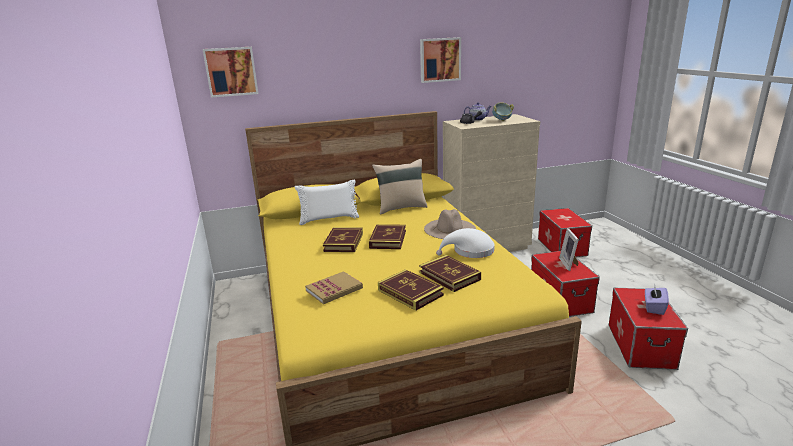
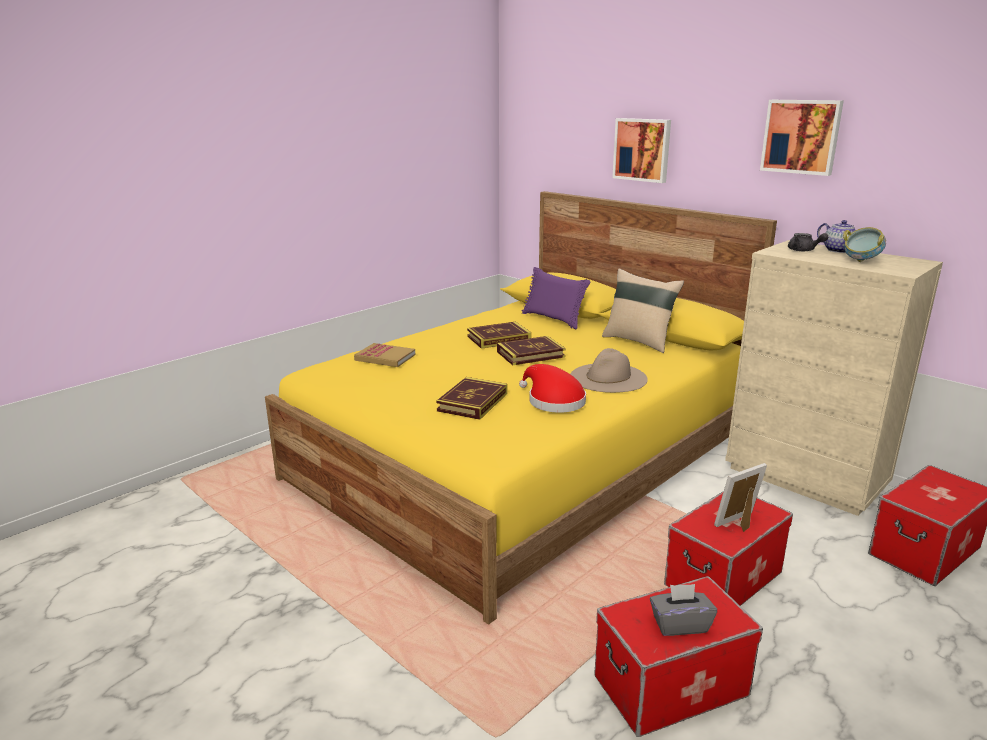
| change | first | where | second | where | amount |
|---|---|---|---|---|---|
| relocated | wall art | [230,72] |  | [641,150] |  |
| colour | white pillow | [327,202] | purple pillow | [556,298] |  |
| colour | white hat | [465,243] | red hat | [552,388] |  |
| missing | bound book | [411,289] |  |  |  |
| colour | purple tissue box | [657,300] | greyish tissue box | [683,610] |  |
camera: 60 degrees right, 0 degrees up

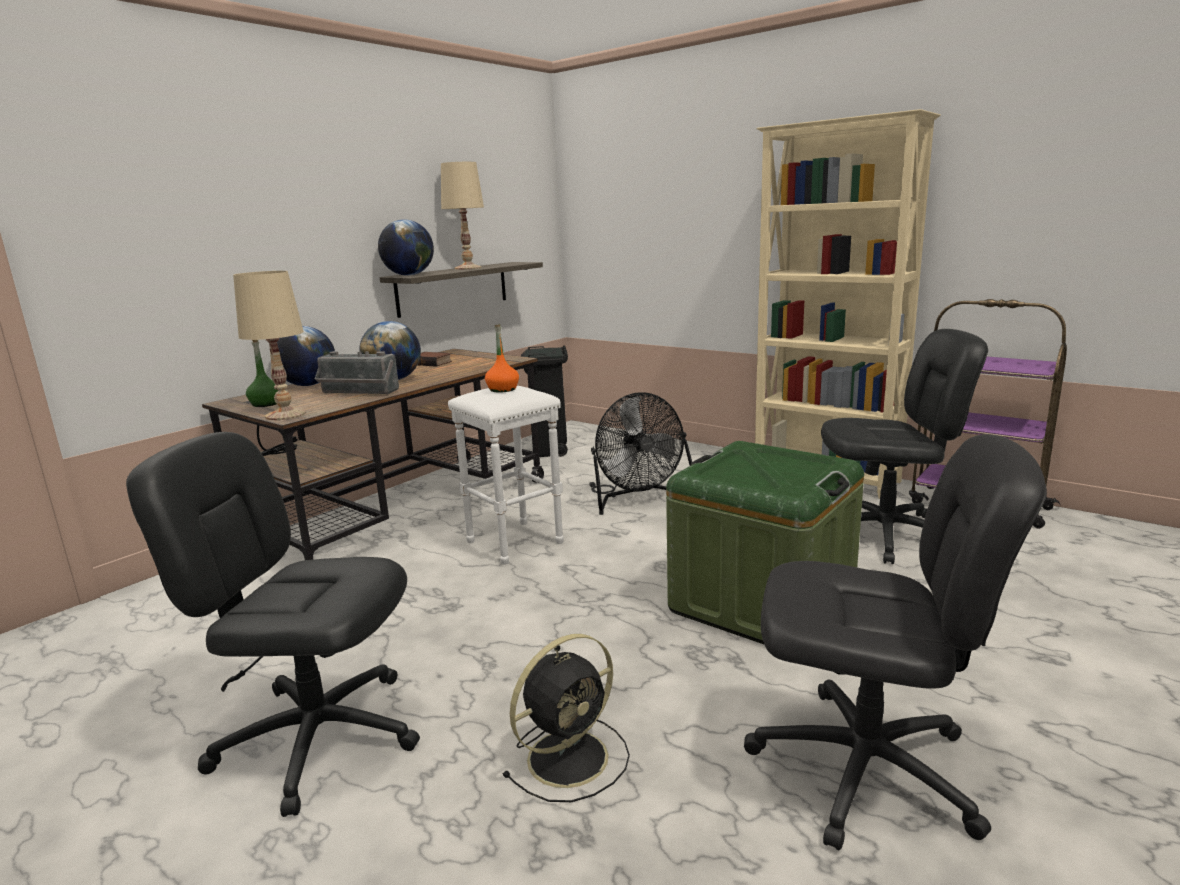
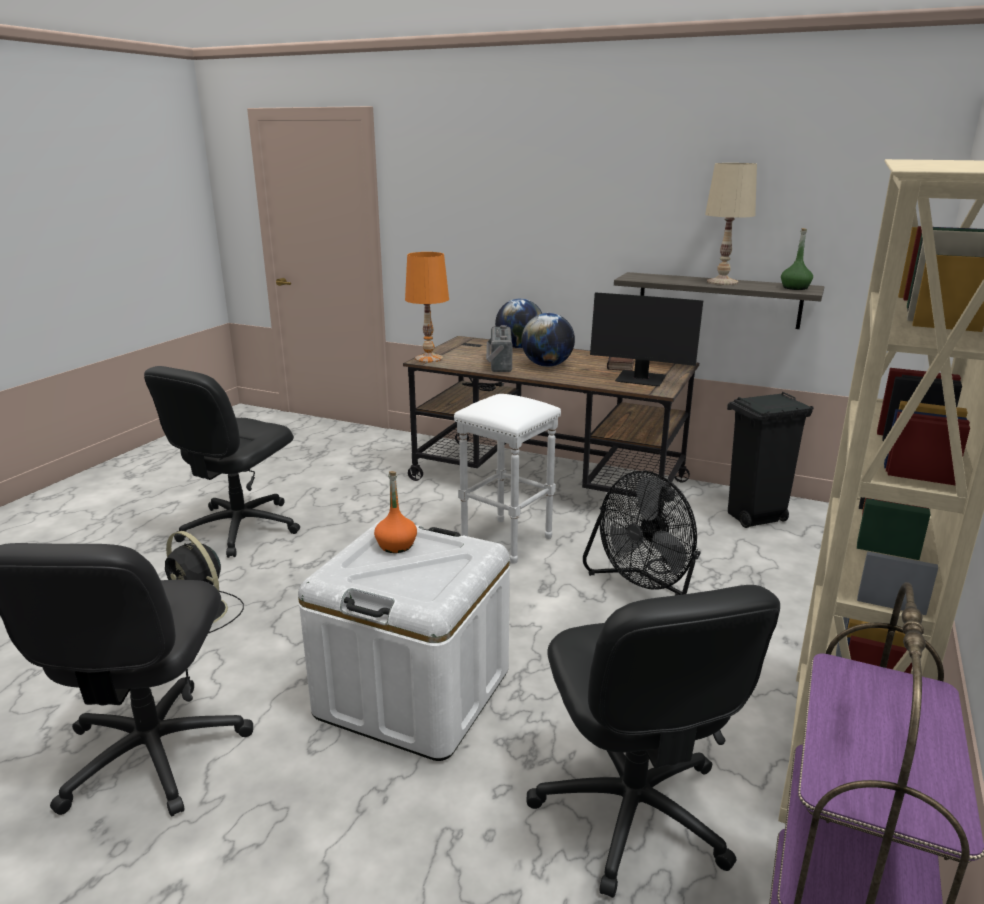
| change | first | where | second | where | amount |
|---|---|---|---|---|---|
| missing | desk globe | [406,248] |  |  |  |
| colour | beige table lamp | [269,345] | orange-coloured table lamp | [427,307] |  |
| relocated | orange-coloured drink bottle | [502,358] |  | [395,512] |  |
| relocated | greenish drink bottle | [262,373] |  | [797,259] |  |
| spun | black-coloured office chair | [273,624] |  | [222,462] | 150 degrees counterclockwise |
| colour | greenish storage bin | [765,542] | white storage bin | [404,640] |  |
| appeared |  |  | computer screen | [646,339] |  |
camera: 75 degrees right, 5 degrees up

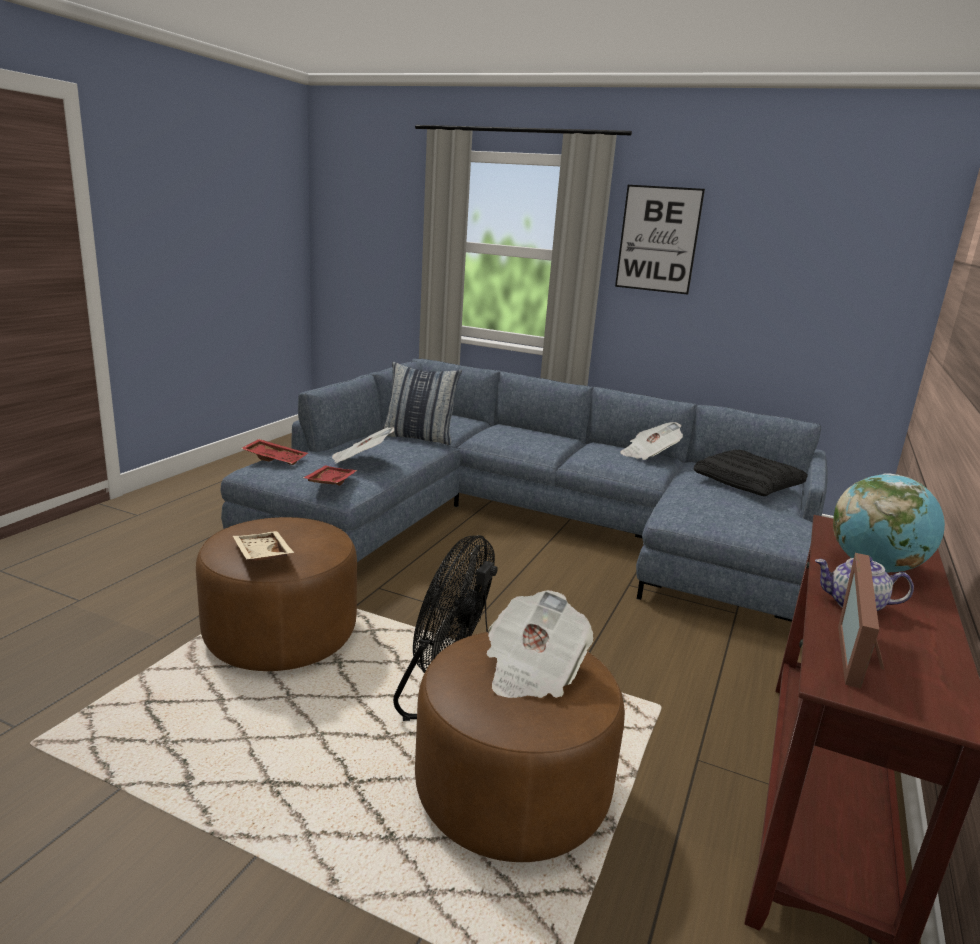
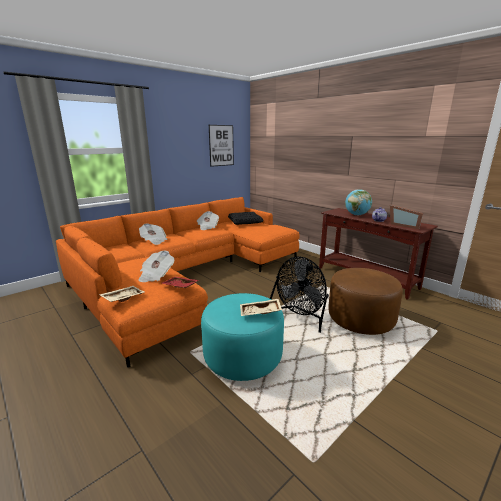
| change | first | where | second | where | amount |
|---|---|---|---|---|---|
| relocated | wall art | [660,240] |  | [221,146] |  |
| colour | blue-coloured couch | [524,490] | orange-coloured couch | [178,282] |  |
| missing | pillow | [422,403] |  |  |  |
| colour | red serving tray | [274,452] | beige serving tray | [121,294] |  |
| colour | brown-coloured footrest | [276,594] | turquoise-coloured footrest | [242,337] |  |
| relocated | printed paper | [539,644] |  | [153,234] |  |
camera: 65 degrees left, 0 degrees up

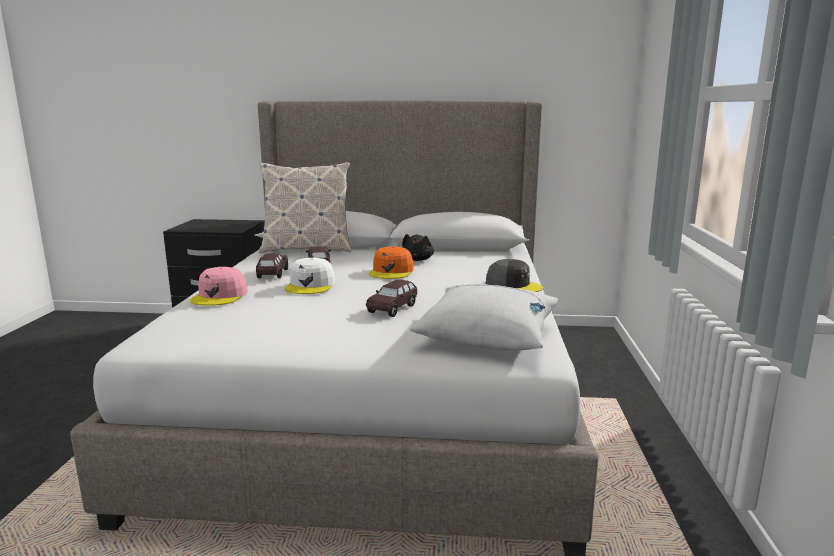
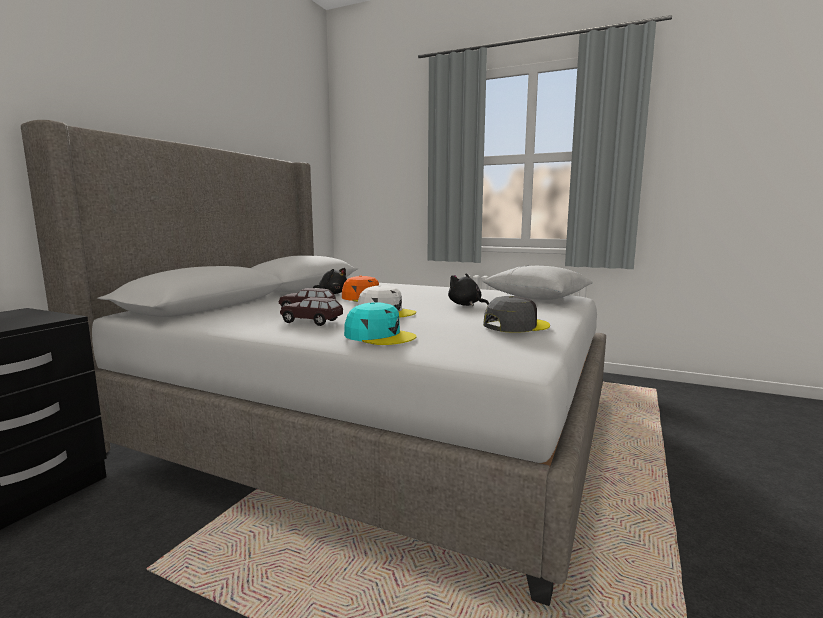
| change | first | where | second | where | amount |
|---|---|---|---|---|---|
| missing | pillow | [305,207] |  |  |  |
| relocated | greyish cap | [514,275] |  | [516,314] |  |
| colour | pinkish cap | [219,286] | turquoise-coloured cap | [380,323] |  |
| exchanged | brown-coloured miniature car | [391,298] | black-coloured cuddly toy | [468,289] |  |
camera: 70 degrees left, 5 degrees down

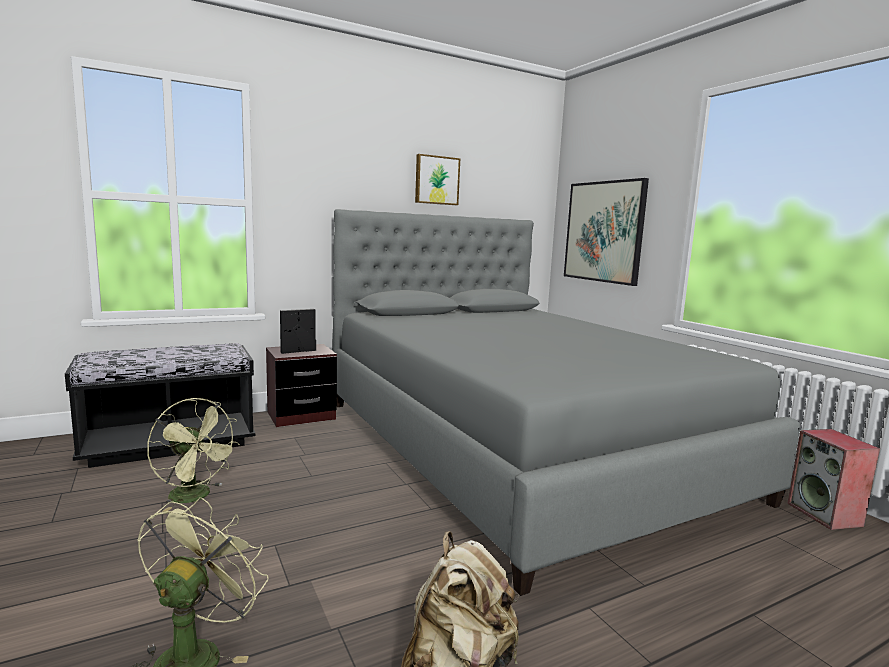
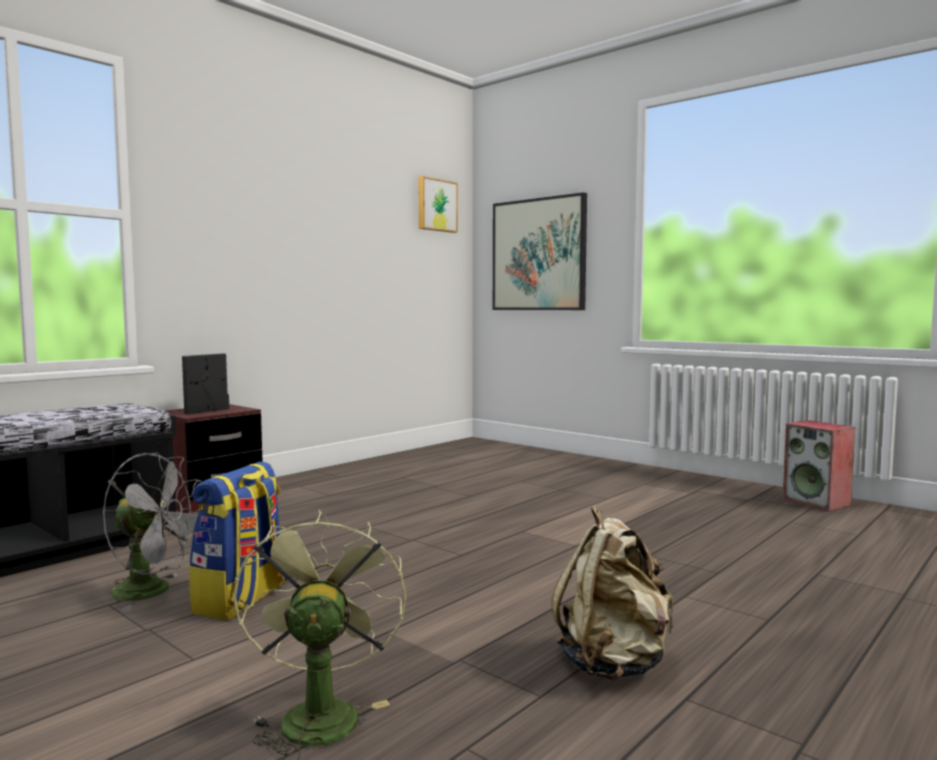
| change | first | where | second | where | amount |
|---|---|---|---|---|---|
| relocated | wall art | [437,179] |  | [438,204] |  |
| missing | greyish bedroom bed | [566,402] |  |  |  |
| colour | greenish electric fan | [193,455] | greyish electric fan | [152,531] |  |
| appeared |  |  | knapsack | [238,541] |  |
camera: 20 degrees left, 5 degrees down

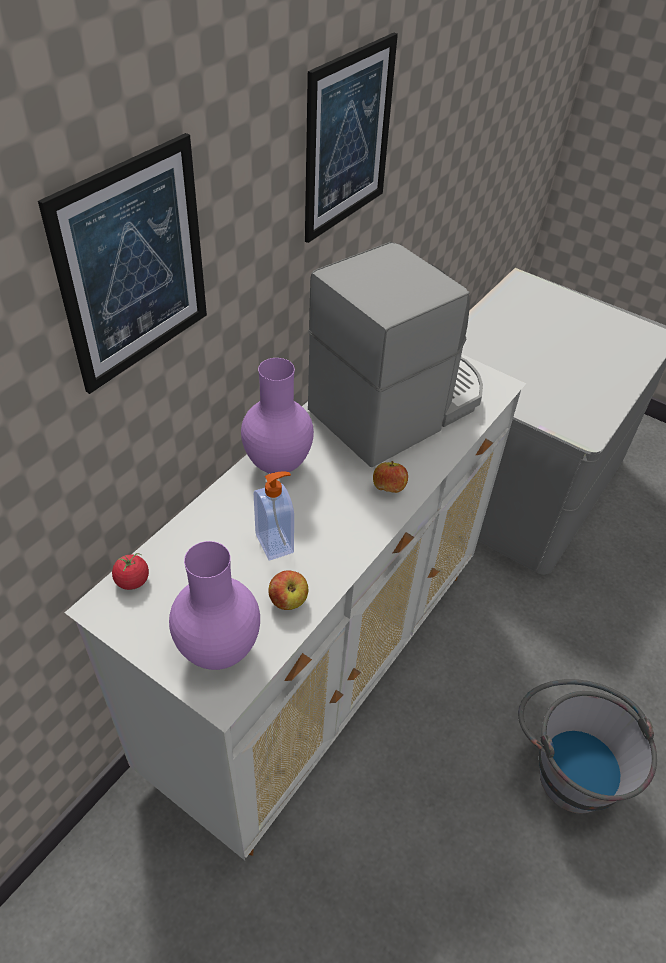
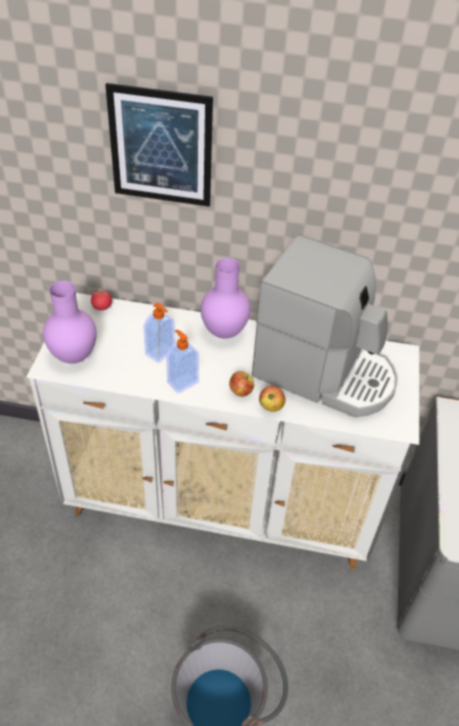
| change | first | where | second | where | amount |
|---|---|---|---|---|---|
| missing | wall art | [351,138] |  |  |  |
| relocated | whole apple | [288,590] |  | [272,399] |  |
| appeared |  |  | soap bottle | [182,362] |  |
camera: 65 degrees right, 0 degrees up

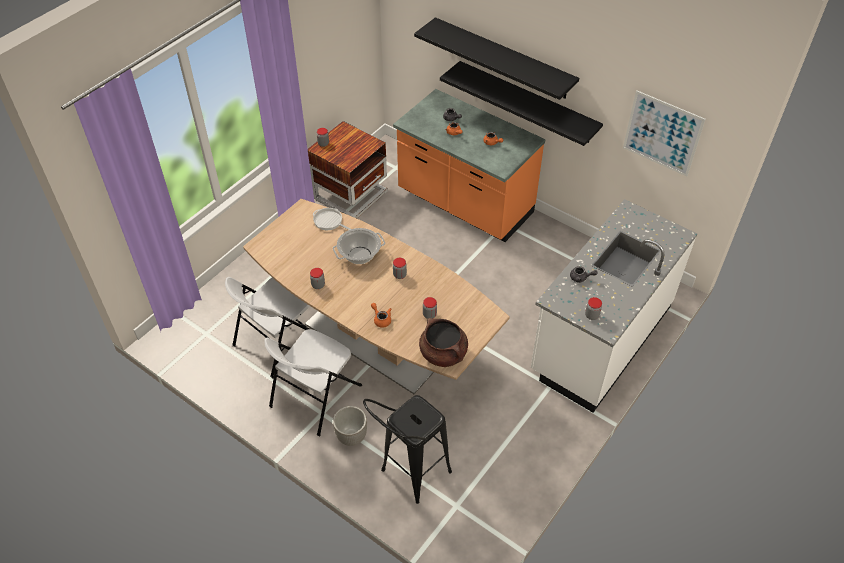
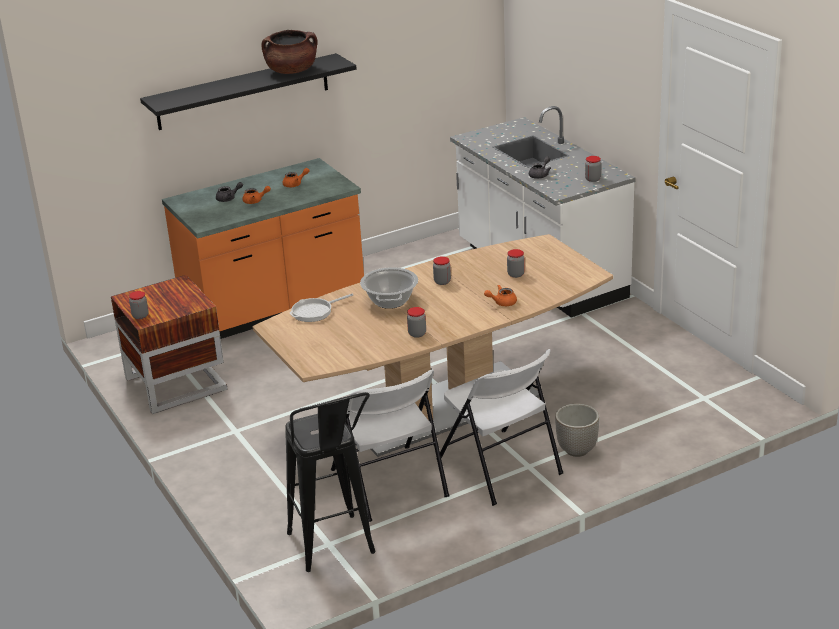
| change | first | where | second | where | amount |
|---|---|---|---|---|---|
| missing | black-coloured bracket shelf | [521,103] |  |  |  |
| missing | wall art | [664,133] |  |  |  |
| relocated | brown-coloured saucepot | [443,342] |  | [289,52] |  |
| relocated | black-coloured stool | [407,449] |  | [330,482] |  |
camera: 65 degrees left, 20 degrees down

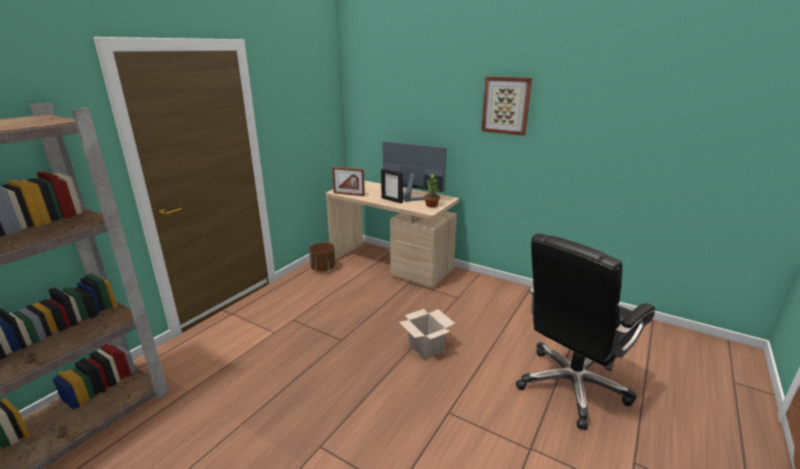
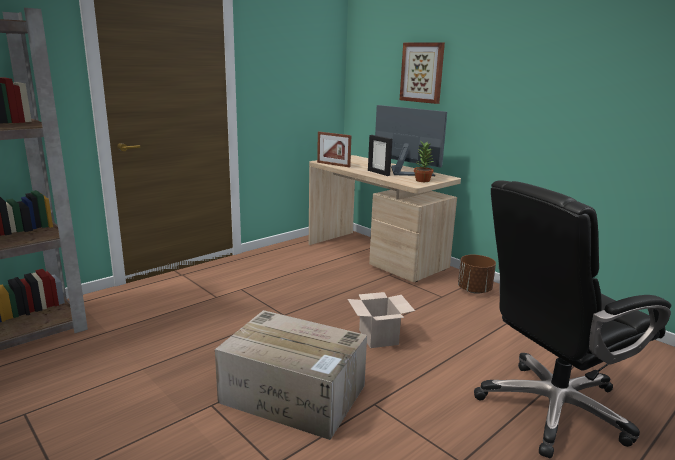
| change | first | where | second | where | amount |
|---|---|---|---|---|---|
| relocated | wall art | [506,106] |  | [422,73] |  |
| relocated | brown-coloured plant pot | [322,256] |  | [477,274] |  |
| appeared |  |  | packing box | [291,375] |  |
camera: 15 degrees right, 5 degrees down

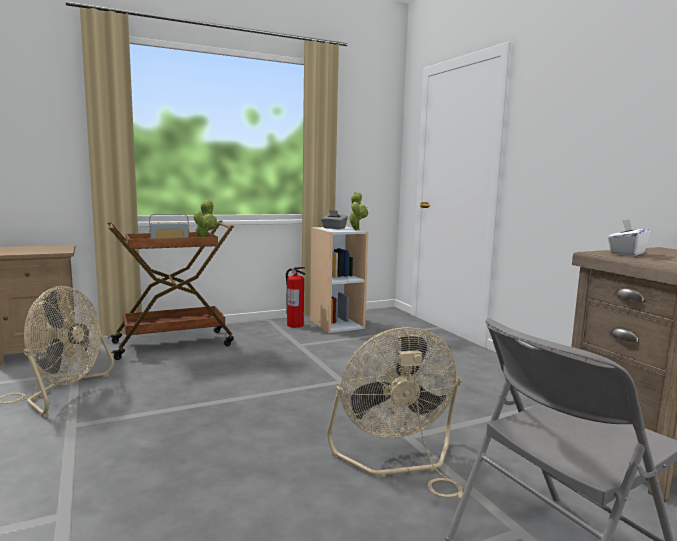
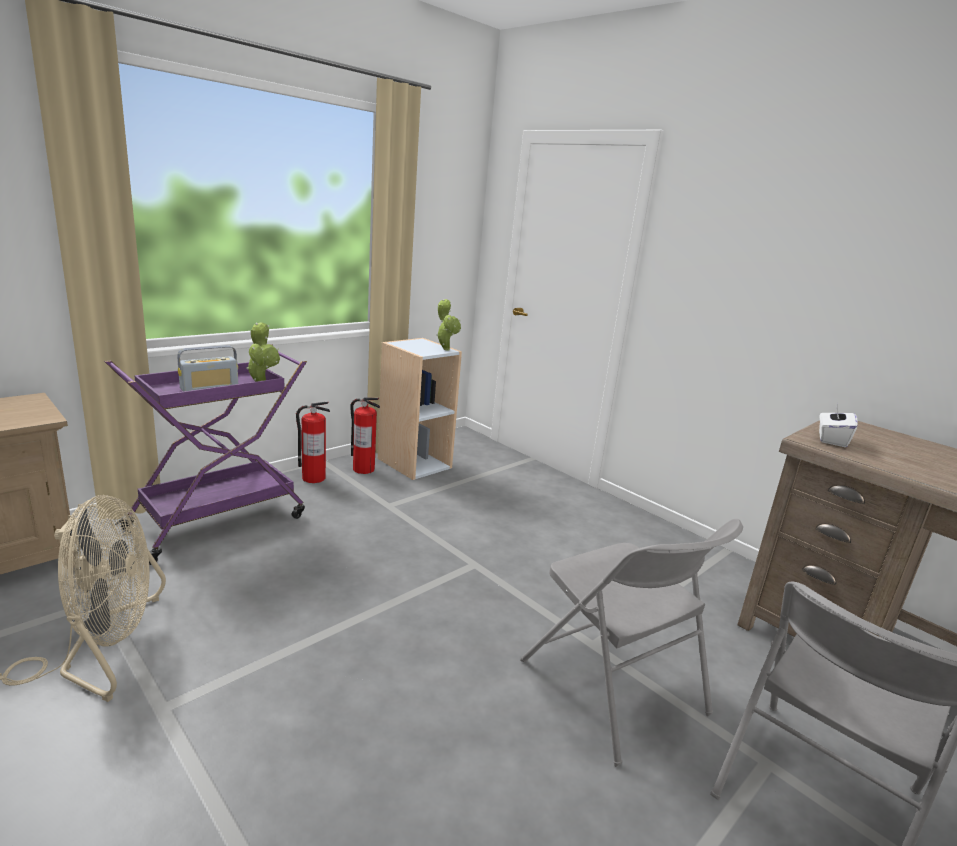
| change | first | where | second | where | amount |
|---|---|---|---|---|---|
| missing | greyish tissue box | [334,219] |  |  |  |
| colour | brown-coloured trolley | [171,290] | purple trolley | [205,454] |  |
| exchanged | beige electric fan | [395,414] | greyish plain chair | [631,643] |  |
| appeared |  |  | fire-fighting cylinder | [313,442] |  |
camera: 20 degrees left, 10 degrees up

